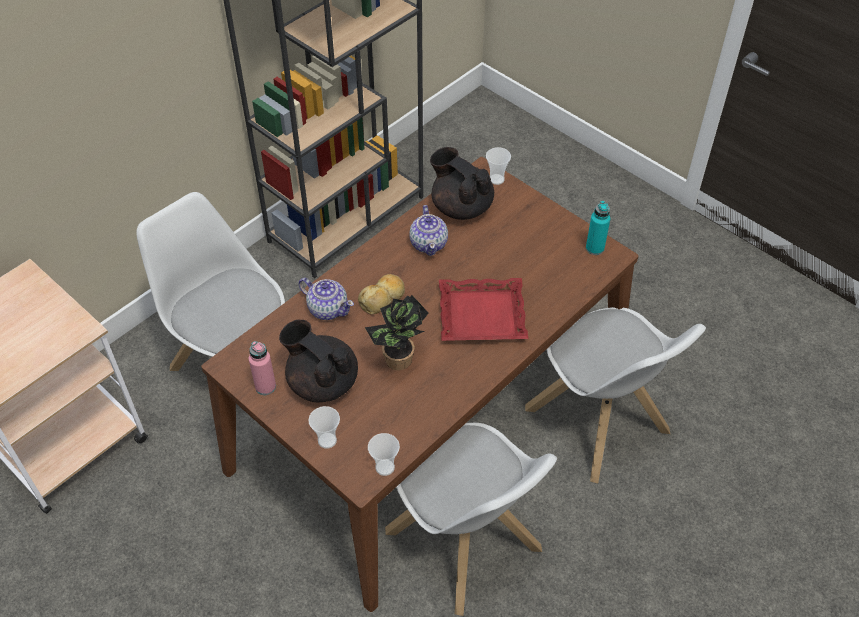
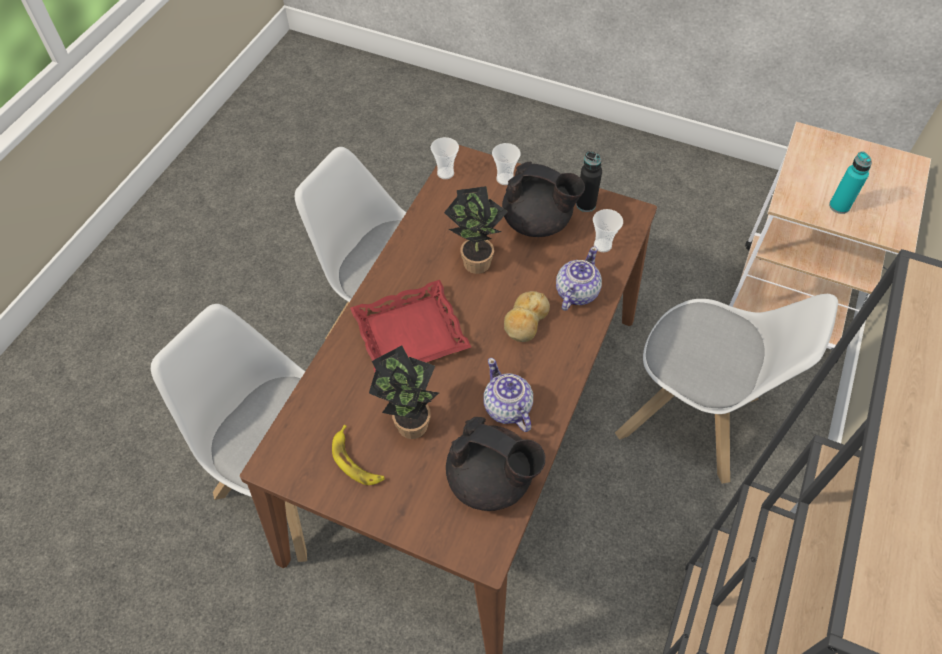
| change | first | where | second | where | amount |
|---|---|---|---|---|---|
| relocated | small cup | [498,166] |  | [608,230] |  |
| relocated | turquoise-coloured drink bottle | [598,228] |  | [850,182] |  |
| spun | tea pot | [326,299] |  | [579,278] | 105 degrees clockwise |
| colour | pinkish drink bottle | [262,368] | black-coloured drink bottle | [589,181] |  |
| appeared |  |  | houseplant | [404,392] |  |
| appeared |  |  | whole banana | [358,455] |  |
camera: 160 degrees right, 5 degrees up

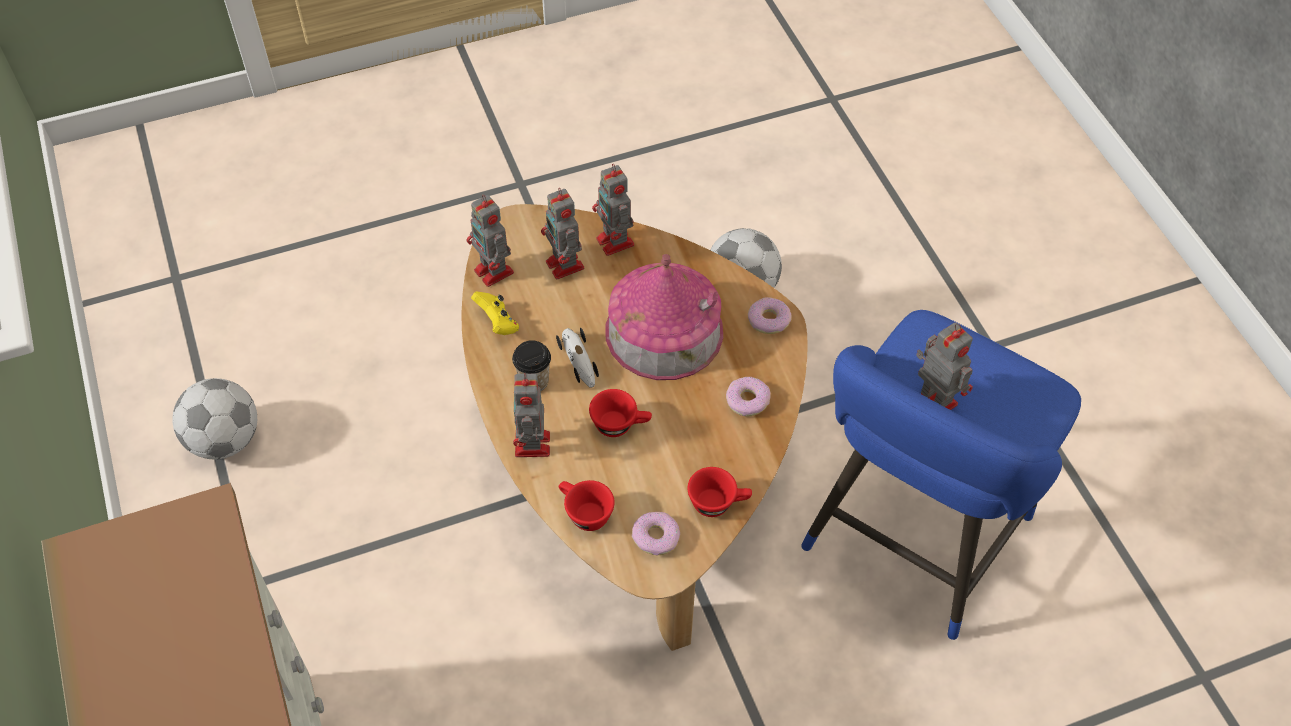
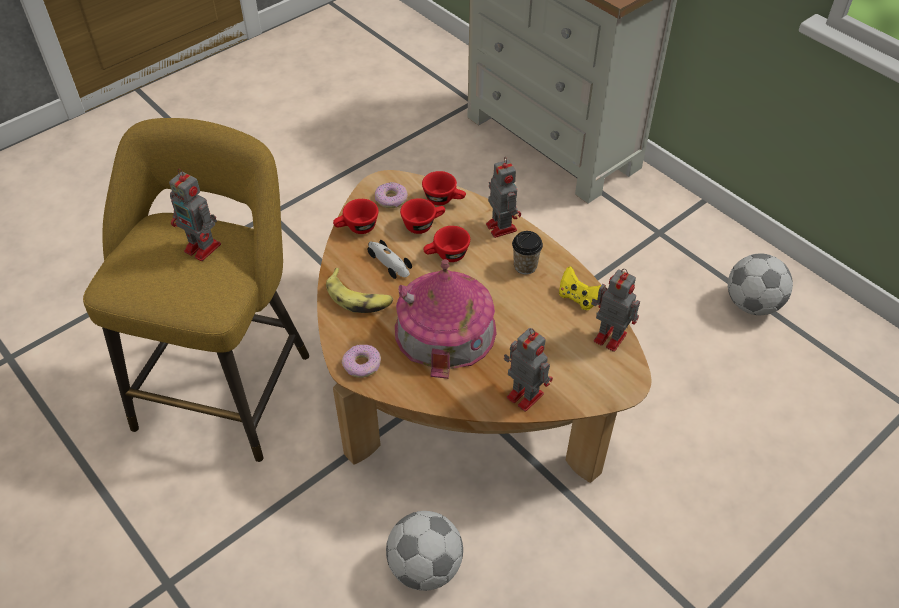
| change | first | where | second | where | amount |
|---|---|---|---|---|---|
| missing | model robot | [562,233] |  |  |  |
| colour | blue-coloured stool | [941,475] | yellow-coloured stool | [196,290] |  |
| relocated | miniature car | [577,358] |  | [389,259] |  |
| exchanged | donut | [748,397] | whole banana | [359,290] |  |
| appeared |  |  | red small cup | [422,216] |  |
camera: 160 degrees right, 5 degrees down

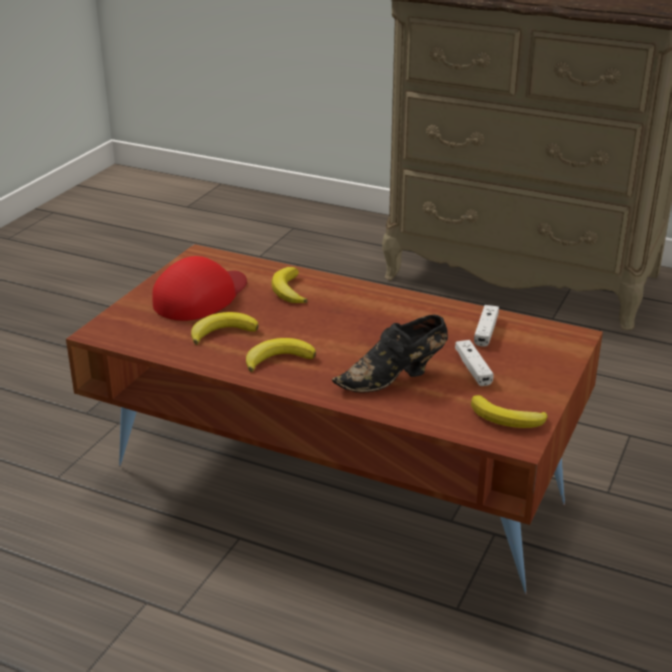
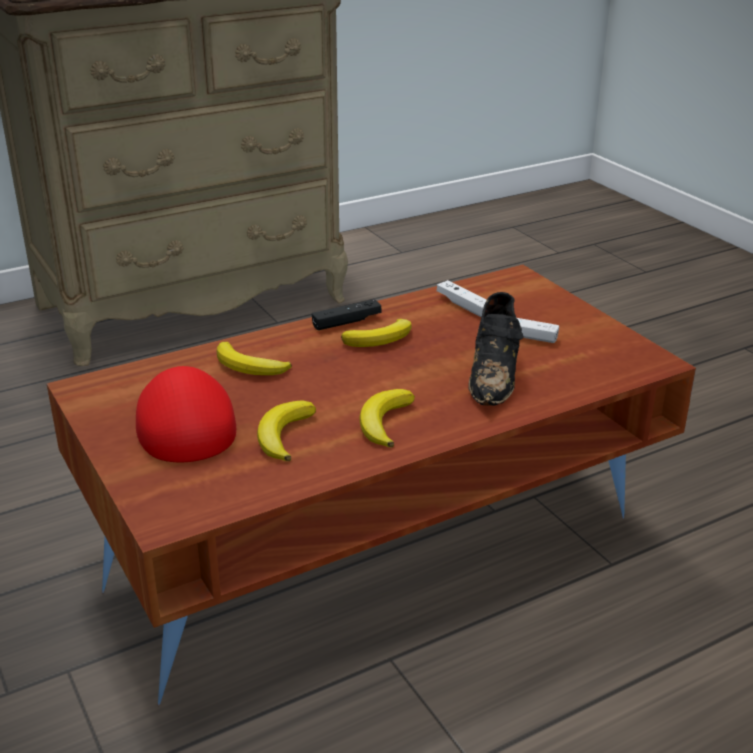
| change | first | where | second | where | amount |
|---|---|---|---|---|---|
| relocated | whole banana | [509,411] |  | [376,333] |  |
| appeared |  |  | black-coloured joypad | [346,314] |  |
camera: 55 degrees left, 0 degrees up

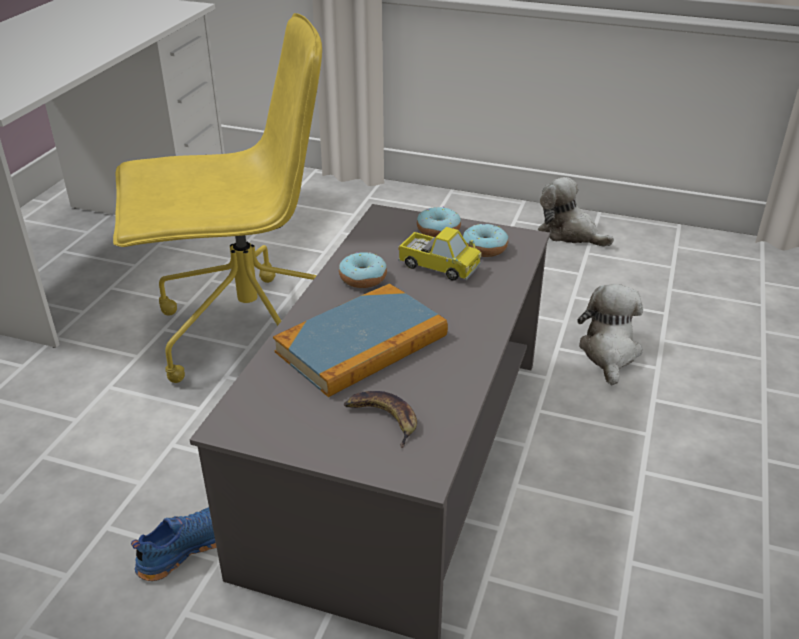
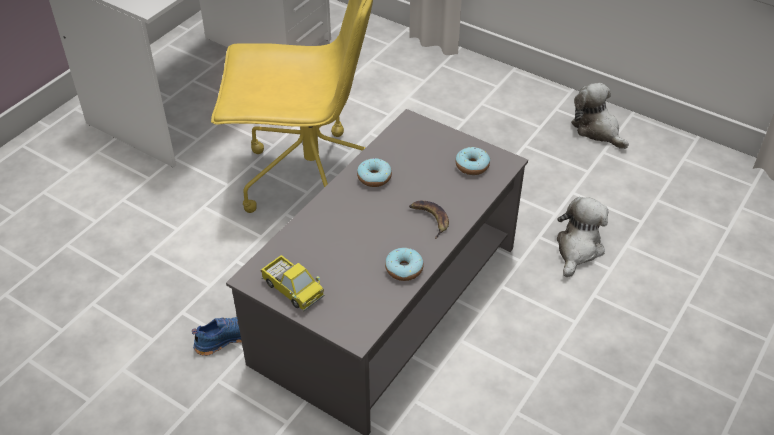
| change | first | where | second | where | amount |
|---|---|---|---|---|---|
| relocated | donut | [439,222] |  | [404,264] |  |
| relocated | toy lorry | [440,254] |  | [292,283] |  |
| missing | bound book | [360,340] |  |  |  |
| relocated | whole banana | [380,419] |  | [429,220] |  |
camera: 15 degrees right, 10 degrees up

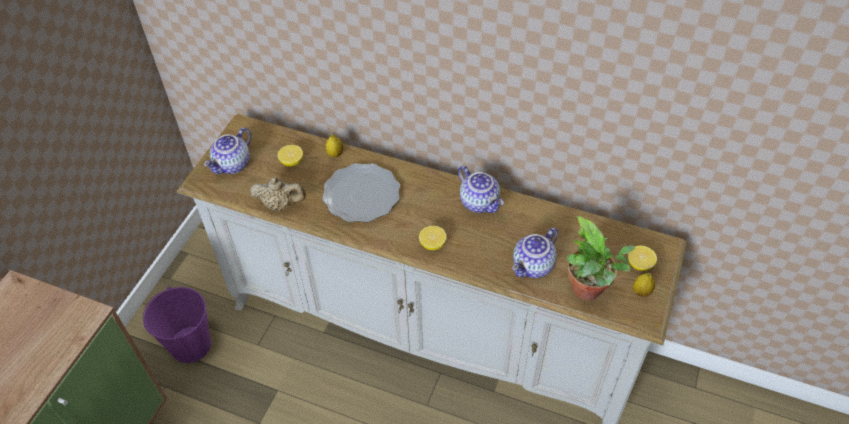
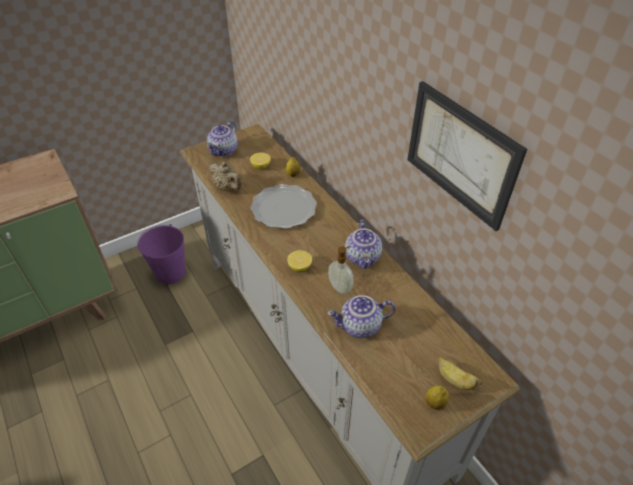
| change | first | where | second | where | amount |
|---|---|---|---|---|---|
| spun | tea pot | [227,150] |  | [222,139] | 45 degrees counterclockwise |
| missing | houseplant | [600,258] |  |  |  |
| exchanged | lemon | [642,258] | whole banana | [460,373] |  |
| appeared |  |  | wall art | [467,156] |  |
| appeared |  |  | soap bottle | [340,270] |  |
camera: 35 degrees right, 5 degrees down

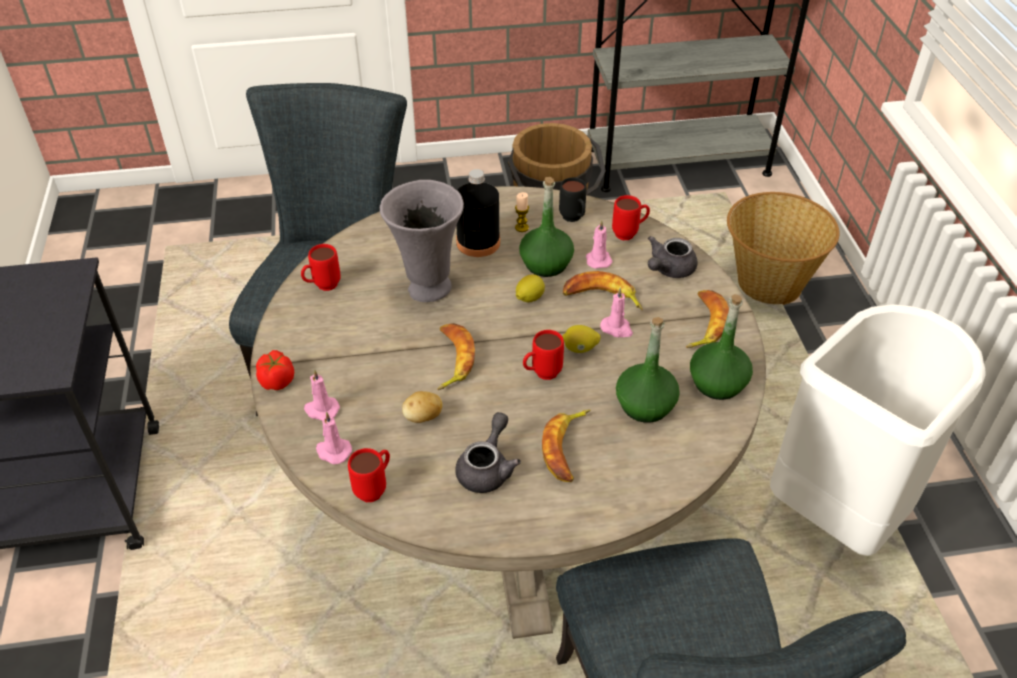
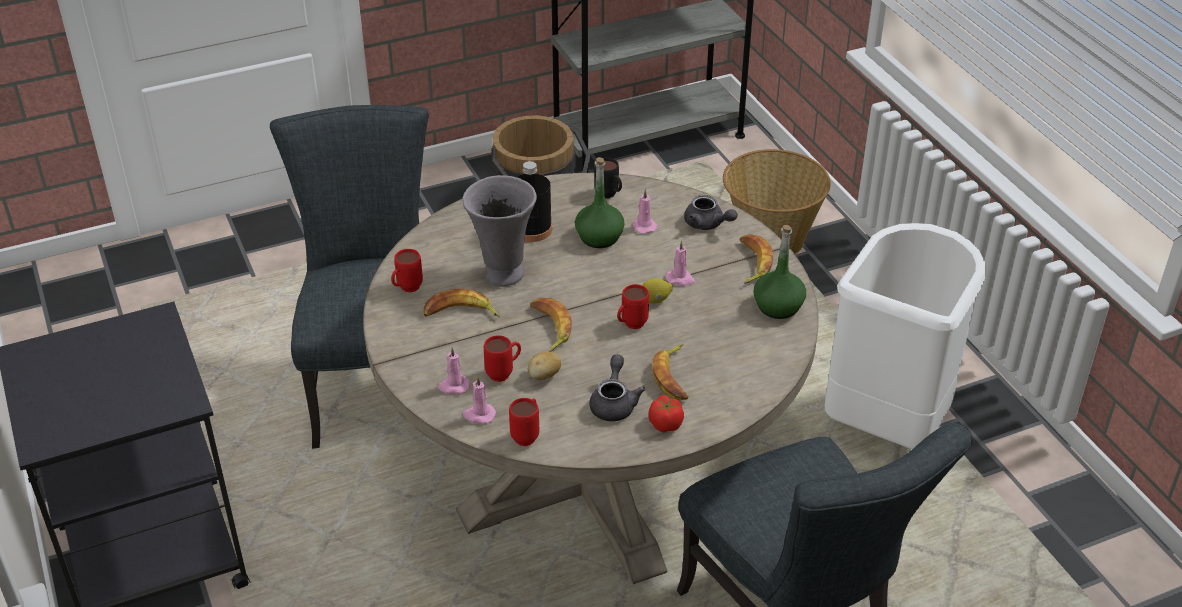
| change | first | where | second | where | amount |
|---|---|---|---|---|---|
| missing | wax candle | [522,212] |  |  |  |
| relocated | red tea mug | [631,217] |  | [502,358] |  |
| spun | greyish tea pot | [673,257] |  | [711,212] | 75 degrees counterclockwise |
| relocated | whole banana | [603,290] |  | [461,303] |  |
| missing | lemon | [530,288] |  |  |  |
| missing | greenish drink bottle | [648,370] |  |  |  |
| relocated | whole tomato | [275,370] |  | [666,413] |  |
camera: 15 degrees left, 5 degrees down

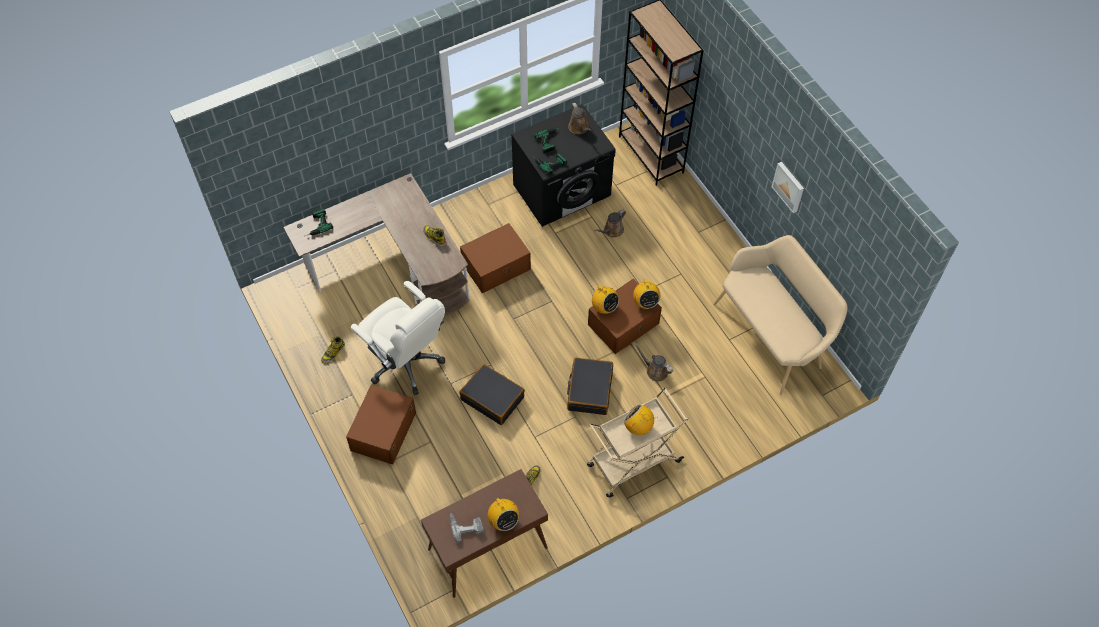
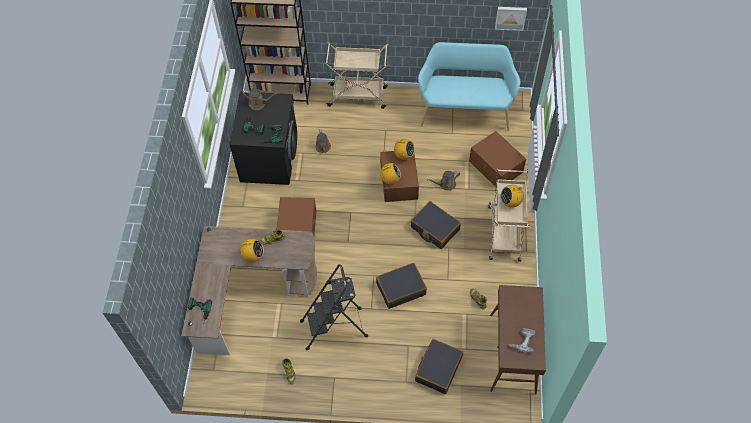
| change | first | where | second | where | amount |
|---|---|---|---|---|---|
| relocated | wall art | [788,187] |  | [511,19] |  |
| colour | beige bench | [780,315] | turquoise-coloured bench | [469,86] |  |
| exchanged | white office chair | [398,338] | step stool | [334,307] |  |
| relocated | brown-coloured storage bin | [381,425] |  | [497,159] |  |
| relocated | radio set | [503,514] |  | [252,250] |  |
| appeared |  |  | beige trolley | [356,75] |  |
| appeared |  |  | black-coloured piece of luggage | [439,366] |  |
camera: 55 degrees left, 0 degrees up

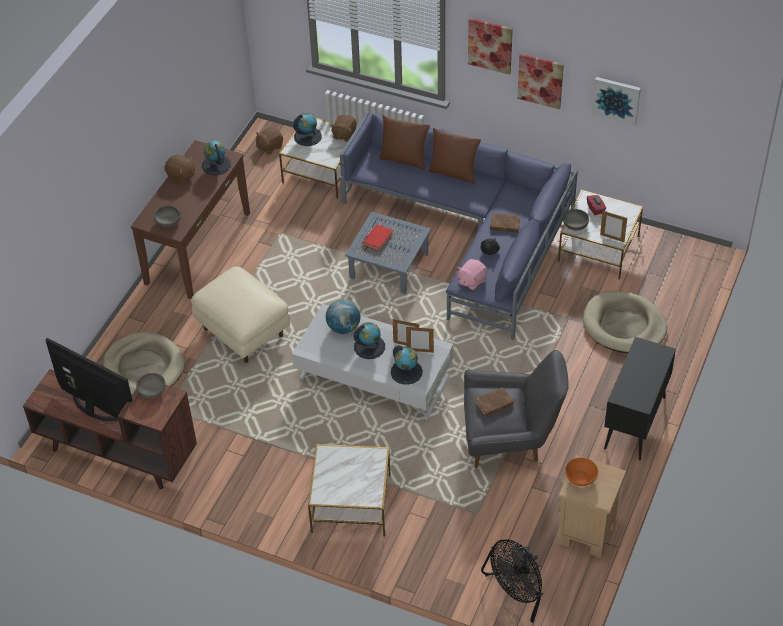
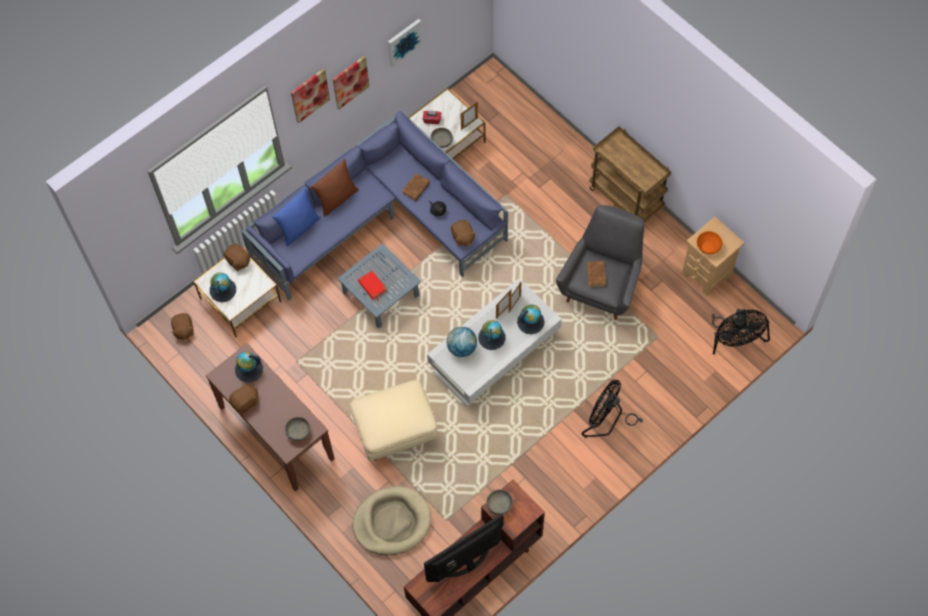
| change | first | where | second | where | amount |
|---|---|---|---|---|---|
| colour | brown-coloured pillow | [404,142] | blue-coloured pillow | [296,217] |  |
| colour | pinkish cuddly toy | [472,274] | brown-coloured cuddly toy | [463,233] |  |
| missing | beige dog cushion | [625,322] |  |  |  |
| exchanged | black-coloured storage cabinet | [640,398] | brown-coloured trolley | [630,174] |  |
| exchanged | end table | [349,490] | black-coloured electric fan | [612,408] |  |
camera: 65 degrees left, 15 degrees up

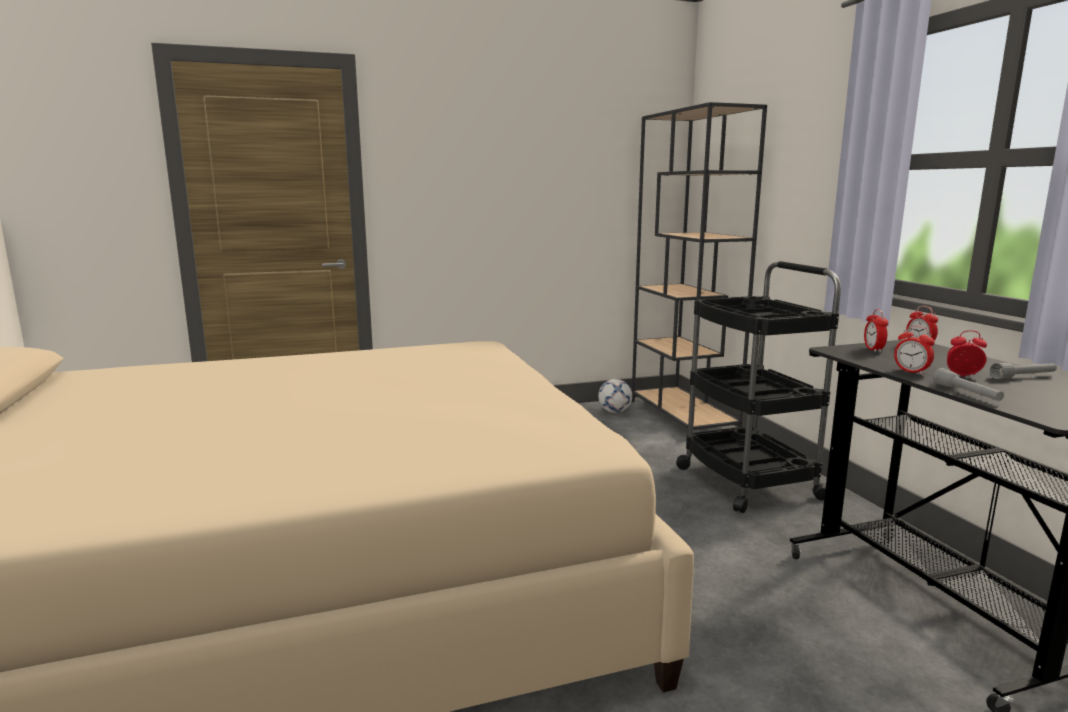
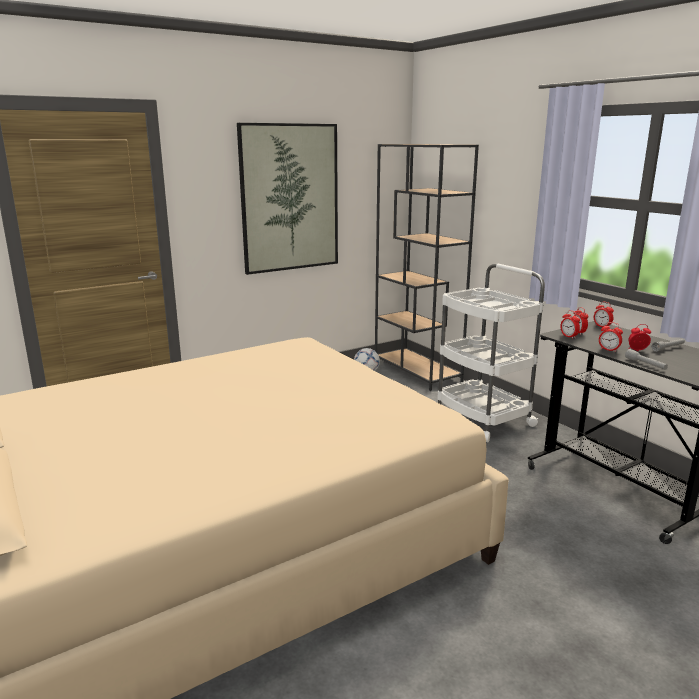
| change | first | where | second | where | amount |
|---|---|---|---|---|---|
| colour | black-coloured trolley | [758,387] | white trolley | [491,353] |  |
| appeared |  |  | wall art | [287,199] |  |
| appeared |  |  | bedside clock | [570,324] |  |
camera: 15 degrees left, 5 degrees up

